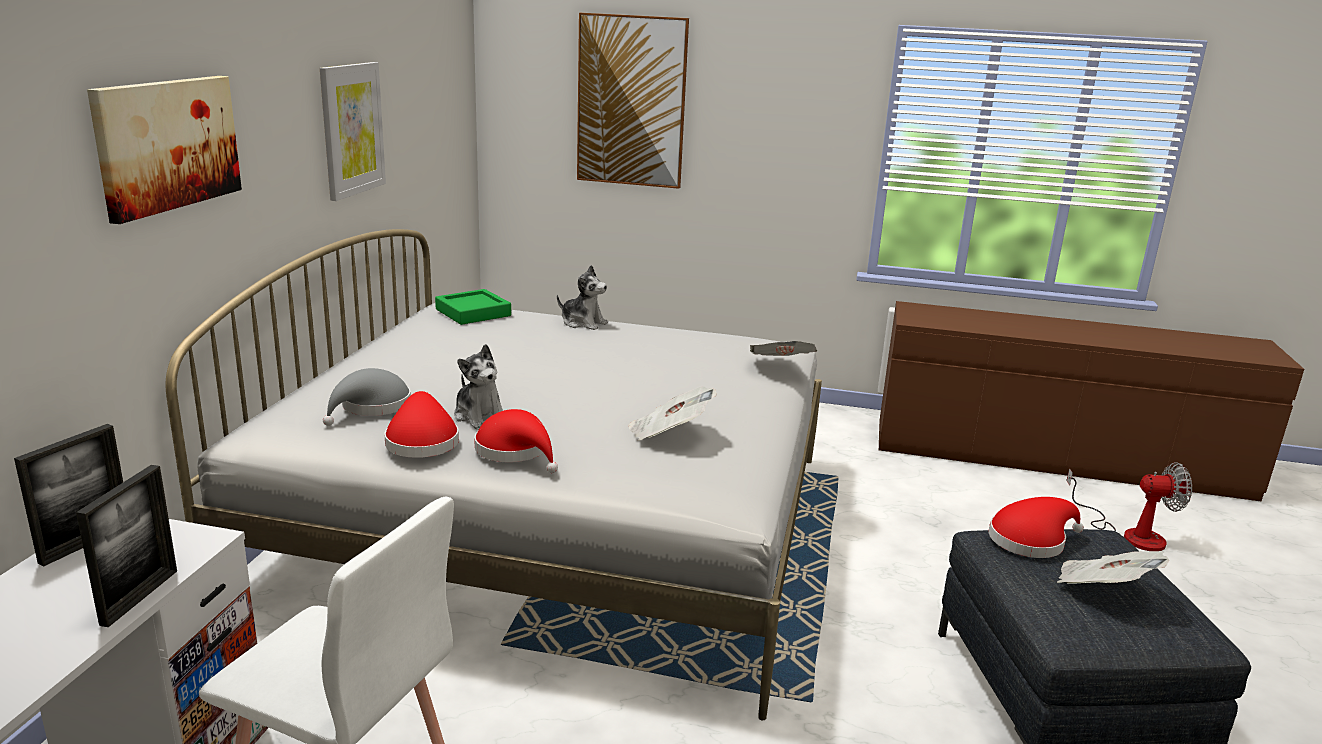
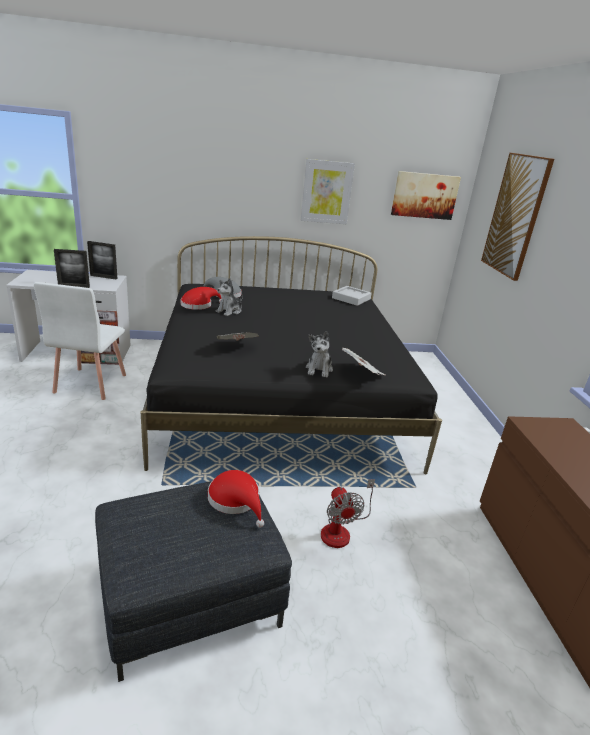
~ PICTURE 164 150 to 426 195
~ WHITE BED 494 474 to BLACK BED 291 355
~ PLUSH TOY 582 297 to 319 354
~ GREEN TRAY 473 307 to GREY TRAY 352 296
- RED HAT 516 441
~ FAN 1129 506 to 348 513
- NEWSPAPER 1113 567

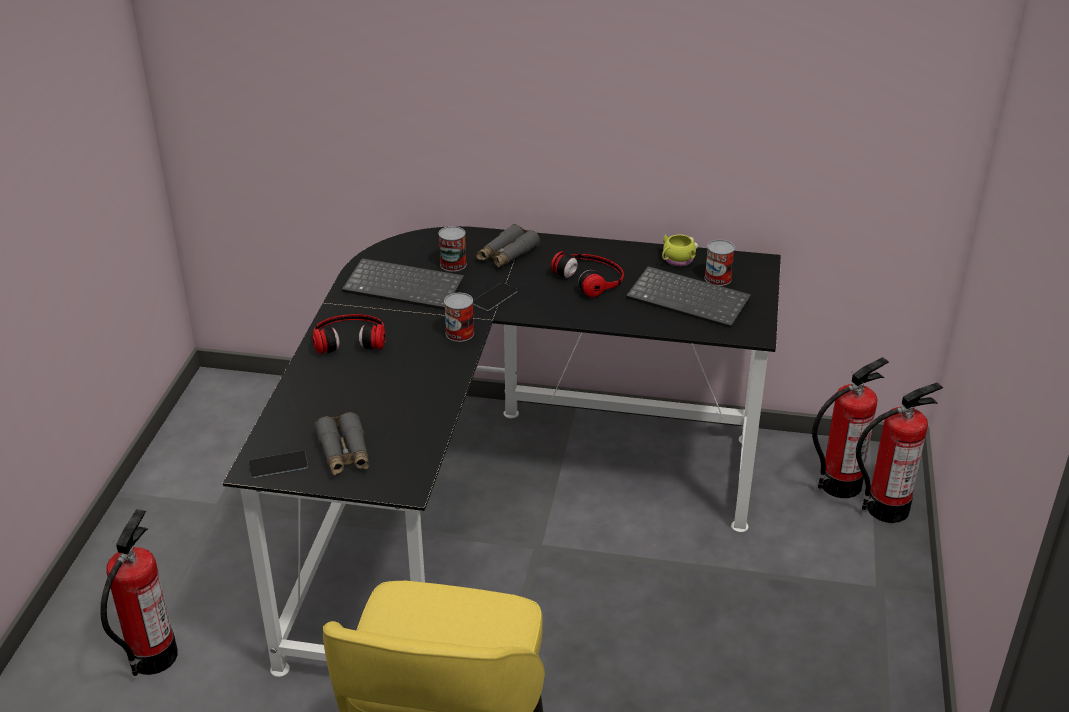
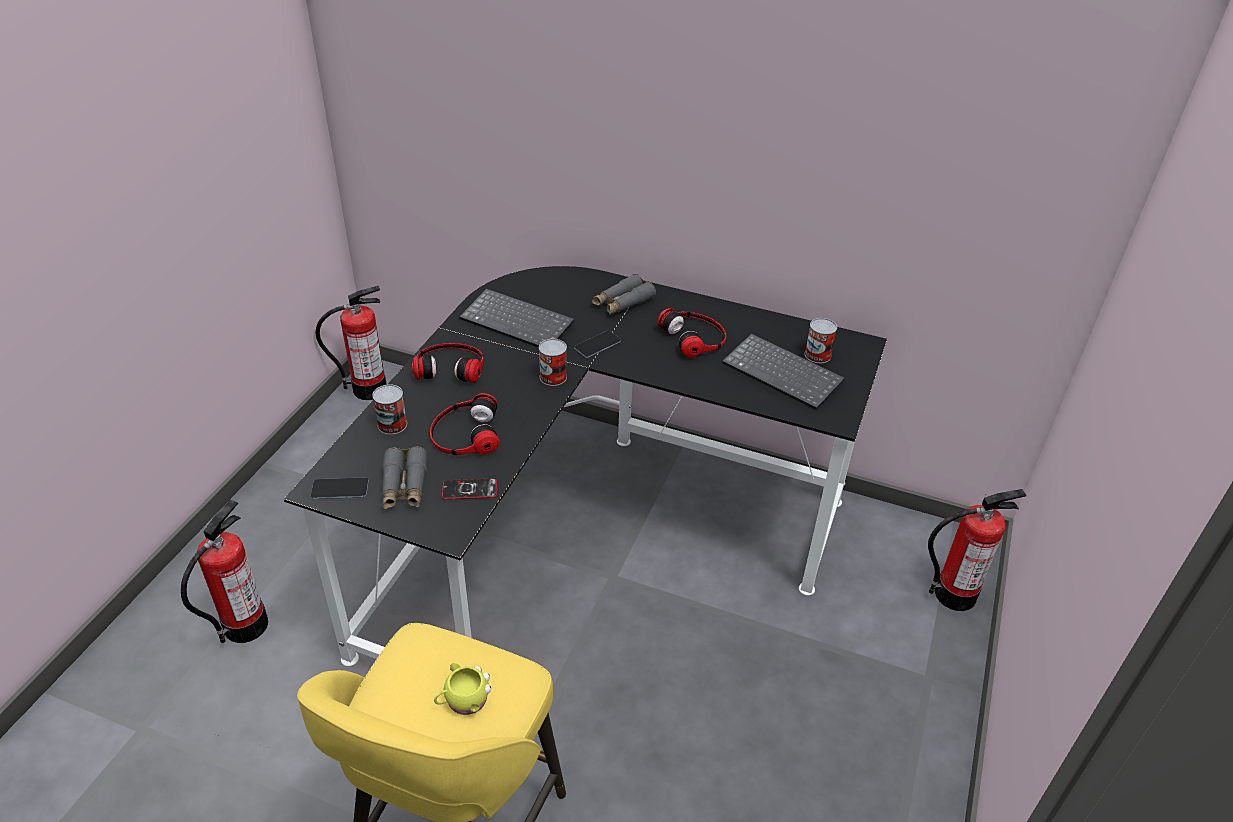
~ CAN 453 249 to 389 409
~ YELLOW MUG 680 250 to 462 689
~ FIRE EXTINGUISHER 850 427 to 351 343
+ HEADPHONES 464 424
+ PHONE 469 489

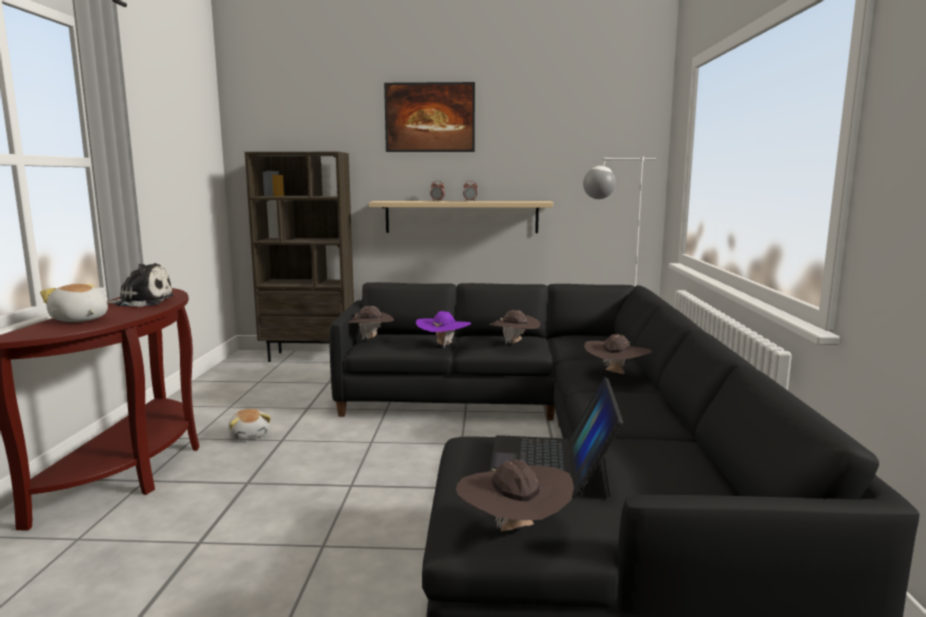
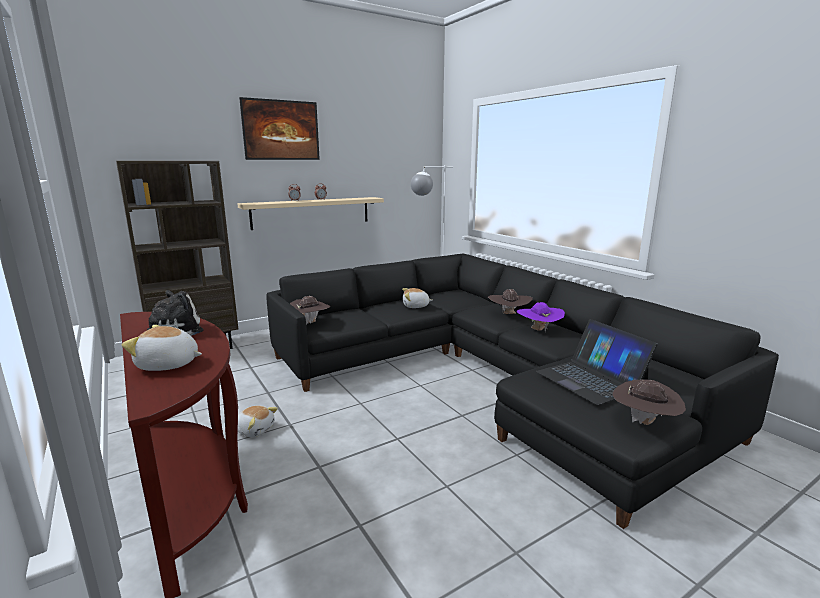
~ BROWN HAT 515 327 to PLUSH TOY 417 298
~ PURPLE HAT 443 329 to 541 317

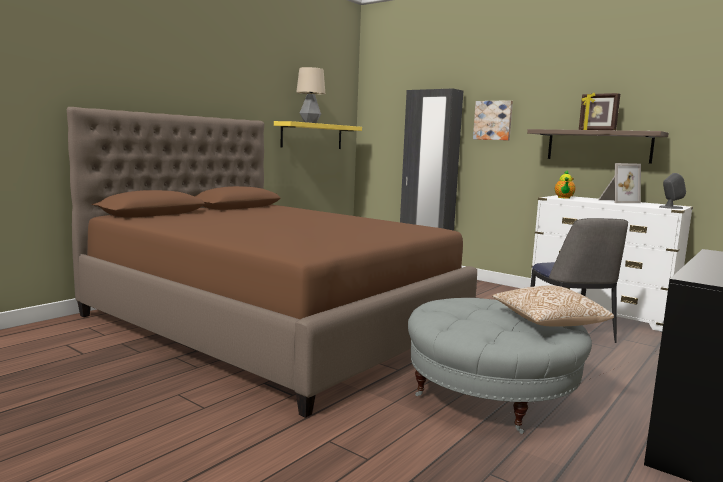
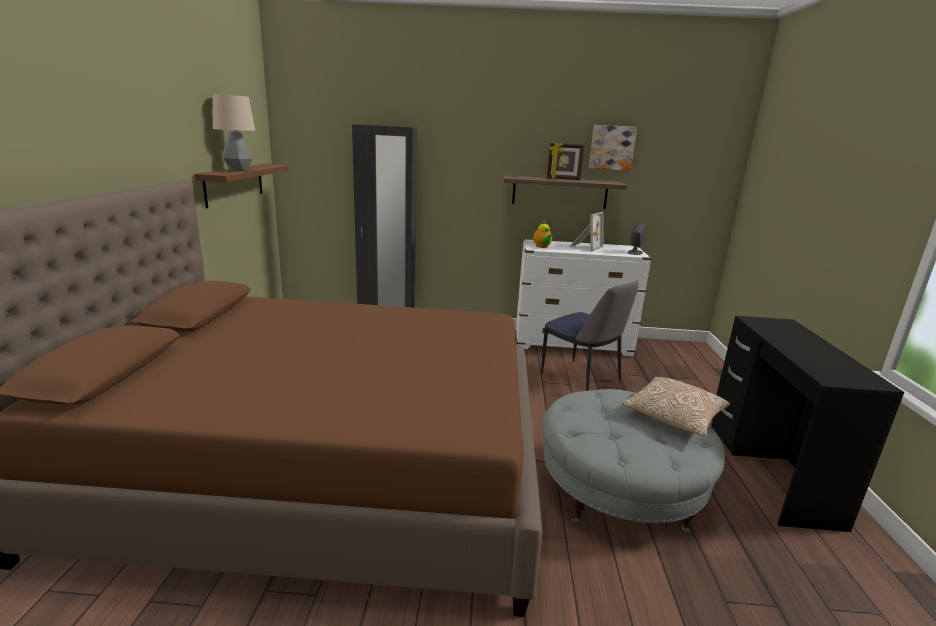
~ PICTURE 493 120 to 613 148
~ YELLOW SHELF 318 135 to BROWN SHELF 241 186

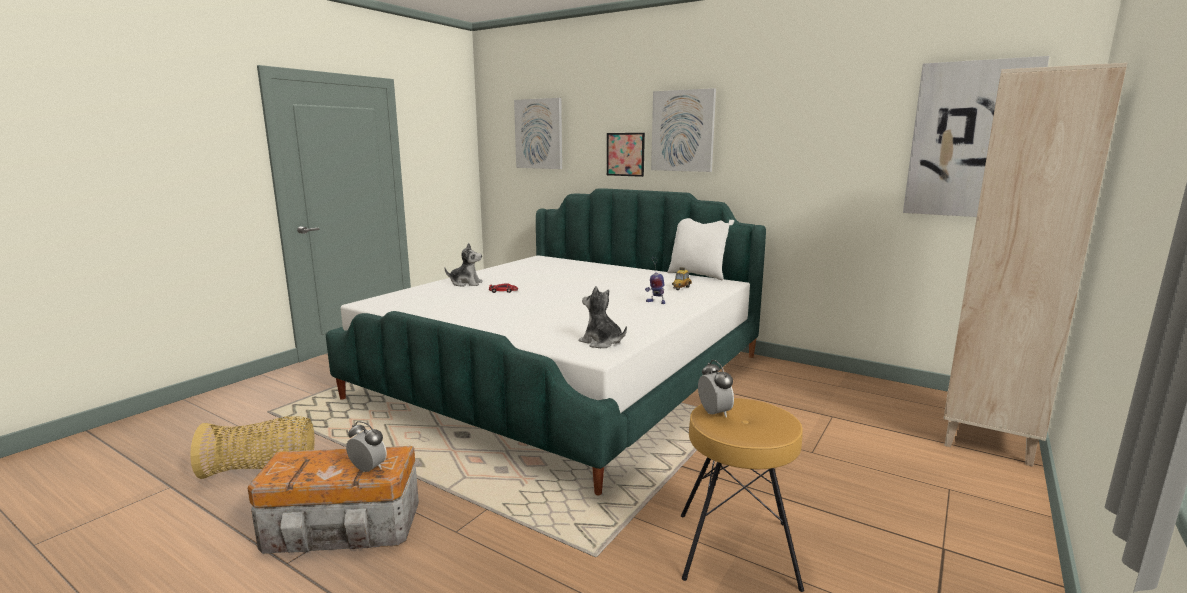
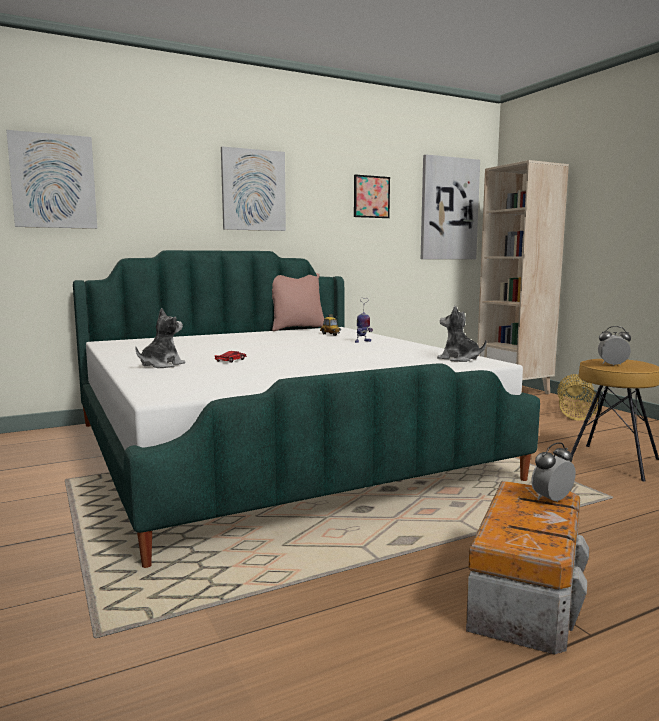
~ PICTURE 626 155 to 372 196
~ WHITE PILLOW 700 249 to PINK PILLOW 298 302
~ PLUSH TOY 603 317 = 462 334 60 degrees clockwise
~ BASKET 252 447 to 577 397

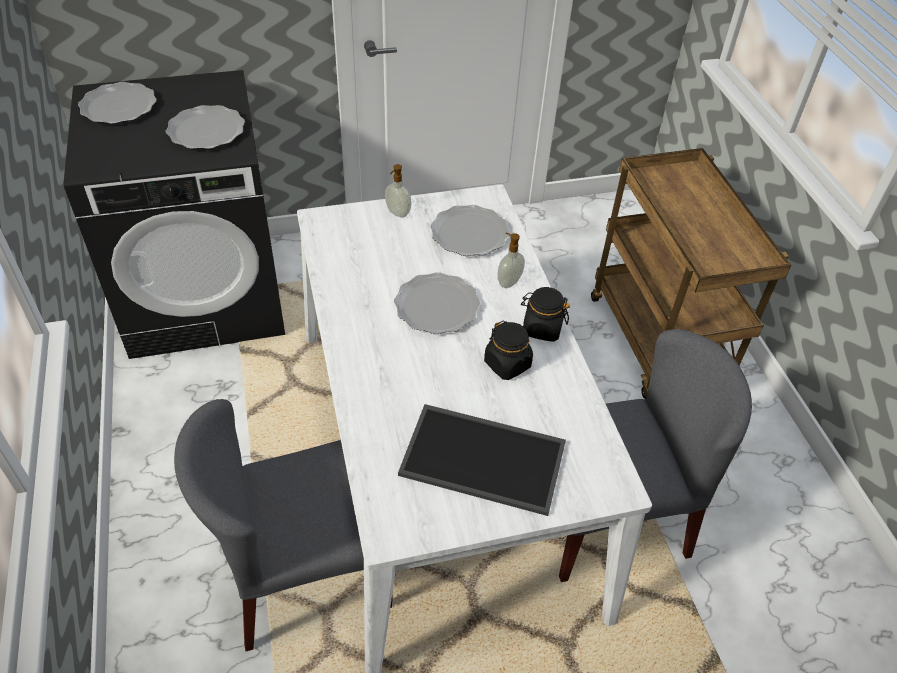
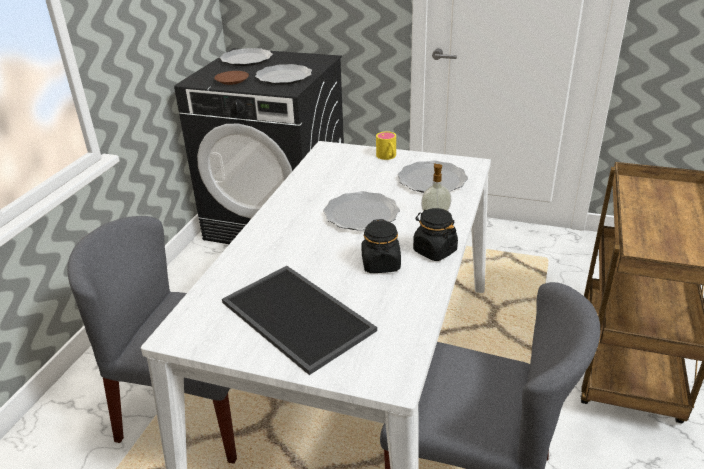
~ SOAP DISPENSER 398 190 to YELLOW MUG 386 145
+ BROWN PLATE 231 78

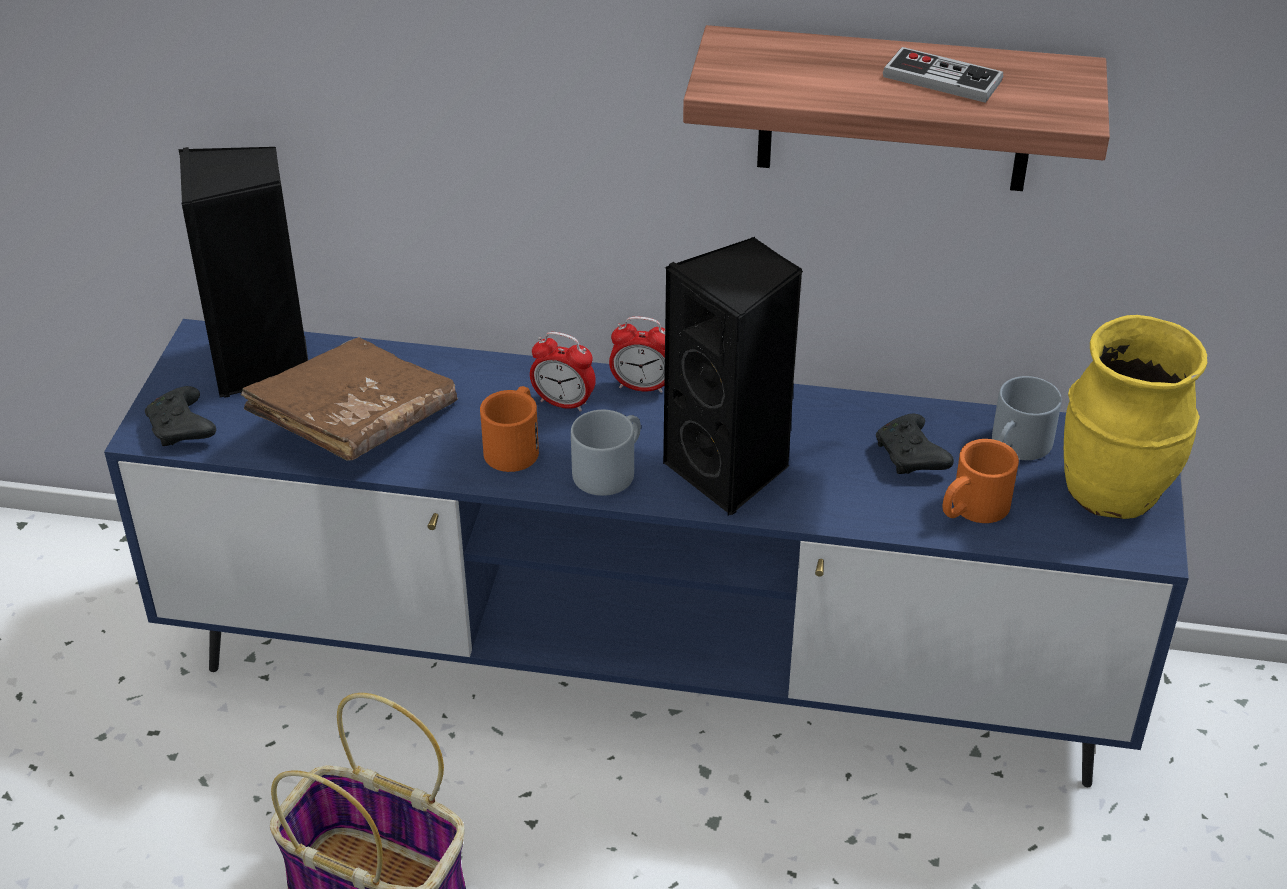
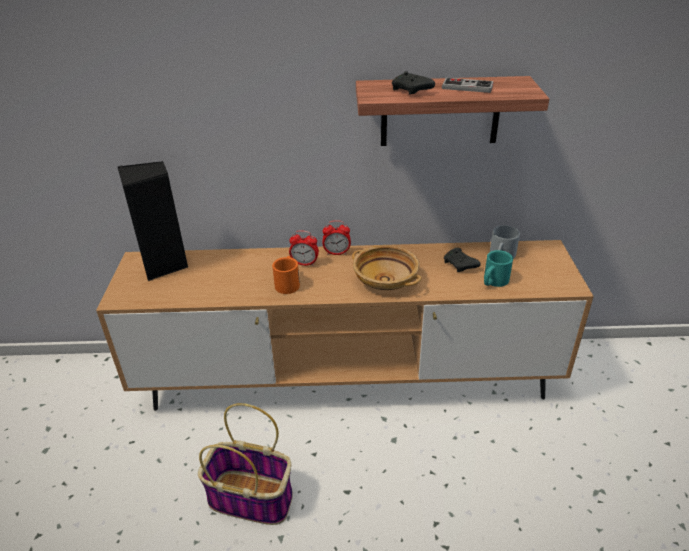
~ BLACK SPEAKER 733 376 to BEIGE BOWL 387 267
- YELLOW VASE 1135 417
~ BLUE TV STAND 646 553 to BROWN TV STAND 345 325
- BROWN BOOK 349 399
~ BLACK GAME CONTROLLER 180 416 to 413 82
- GREY MUG 606 453
~ ORANGE MUG 981 481 to TURQUOISE MUG 498 268

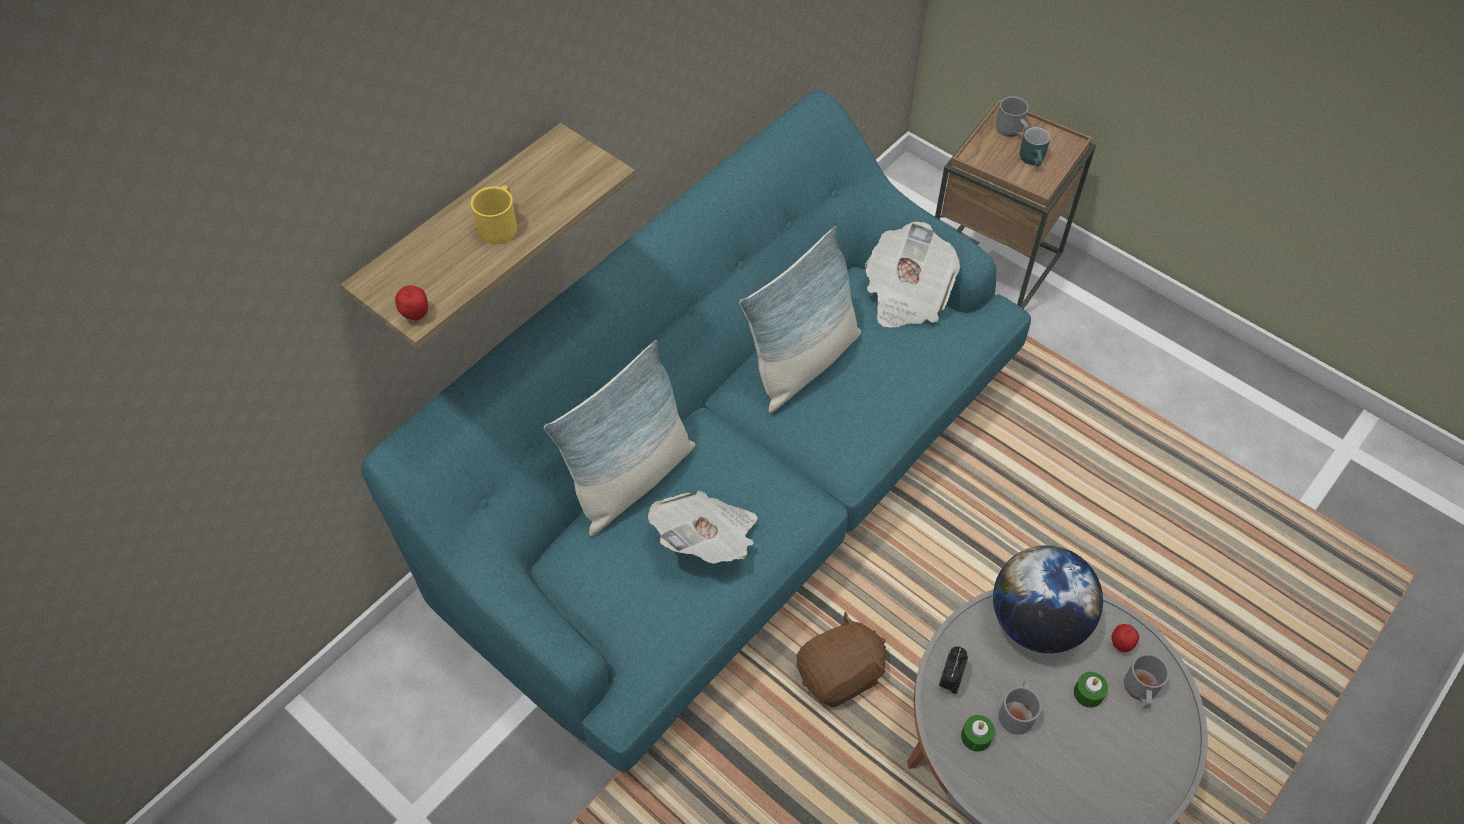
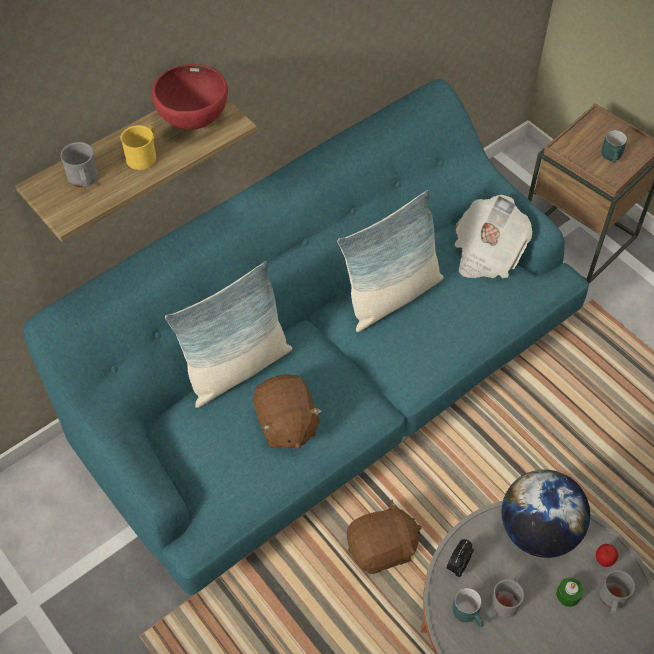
~ GREY MUG 1012 116 to 79 165
- APPLE 411 302
~ NEWSPAPER 703 527 to BROWN PLUSH TOY 287 411
~ GREEN CANDLE 978 733 to TURQUOISE MUG 468 607
+ RED BOWL 190 97

